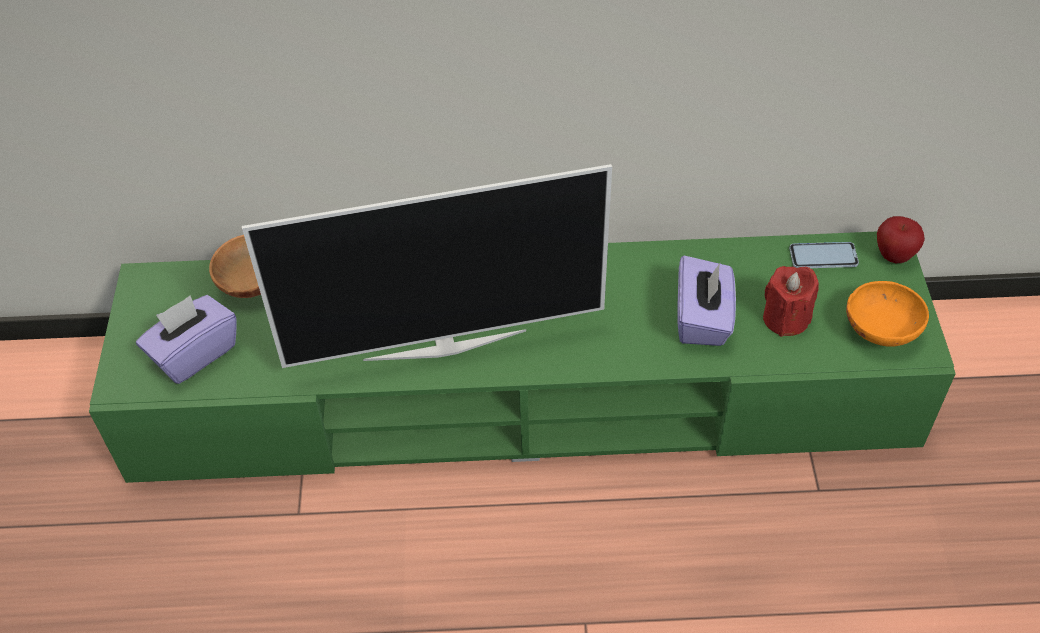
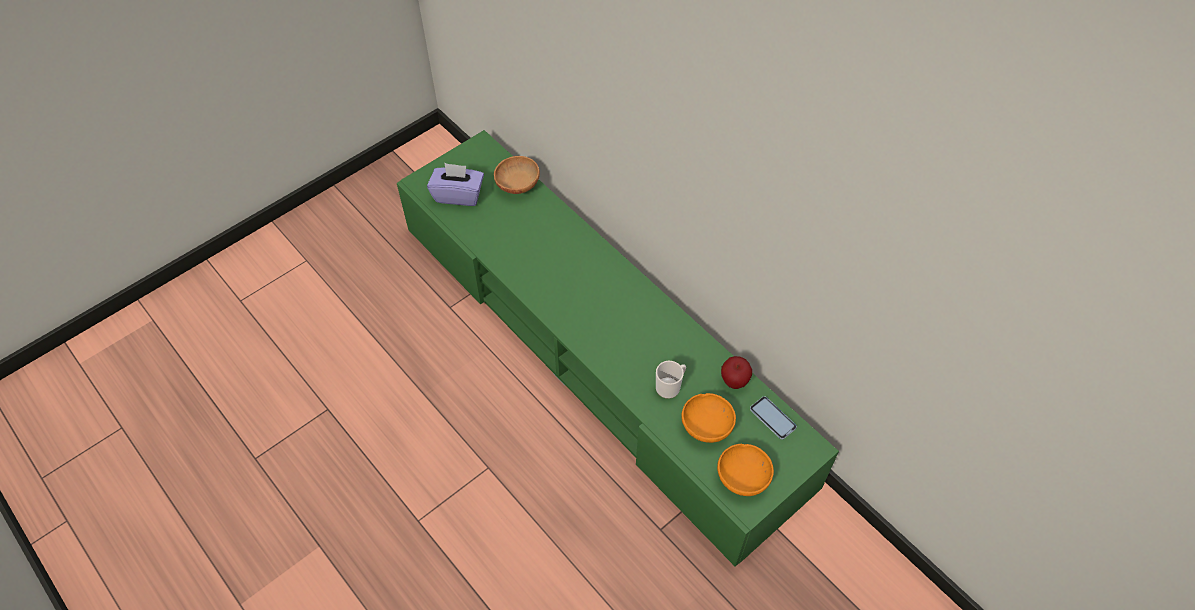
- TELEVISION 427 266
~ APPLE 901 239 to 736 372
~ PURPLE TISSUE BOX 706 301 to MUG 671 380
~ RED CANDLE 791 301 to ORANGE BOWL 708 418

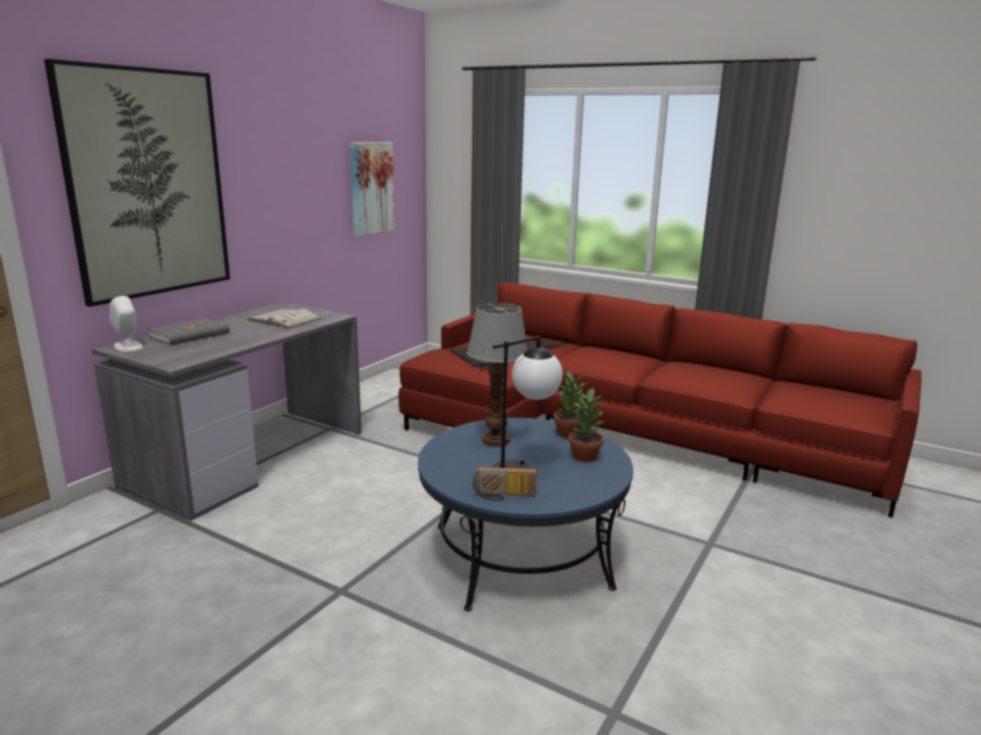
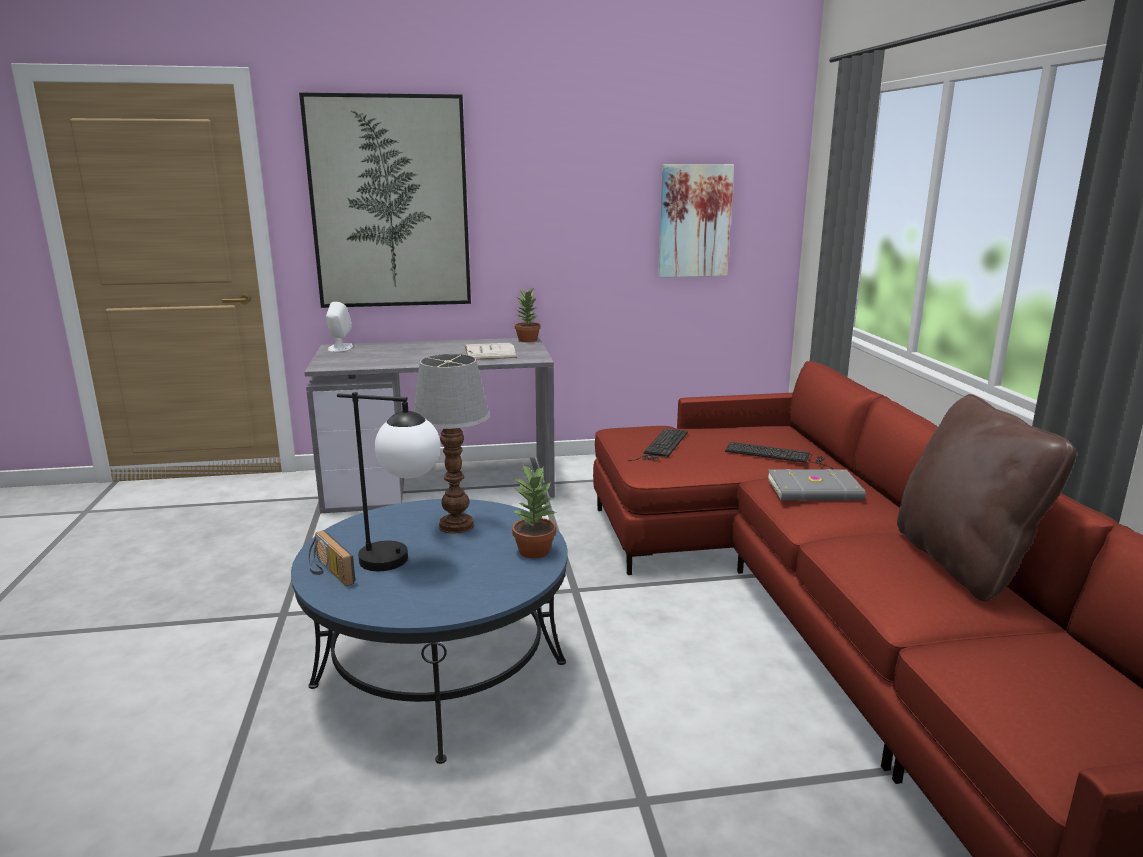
~ GREY BOOK 189 332 to 816 485
~ POTTED PLANT 587 425 to 528 314
+ BROWN PILLOW 986 498

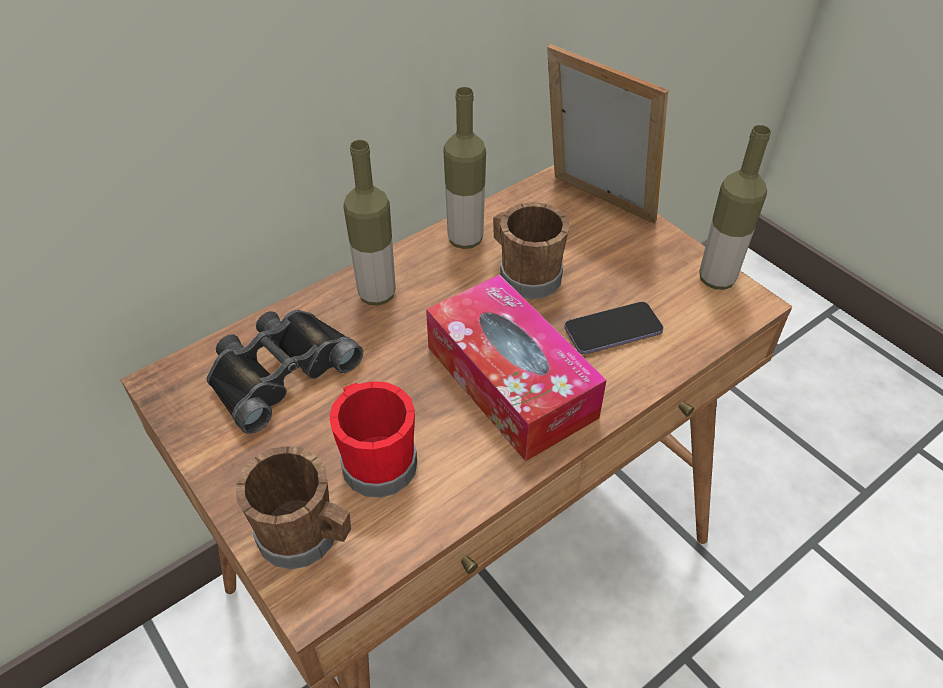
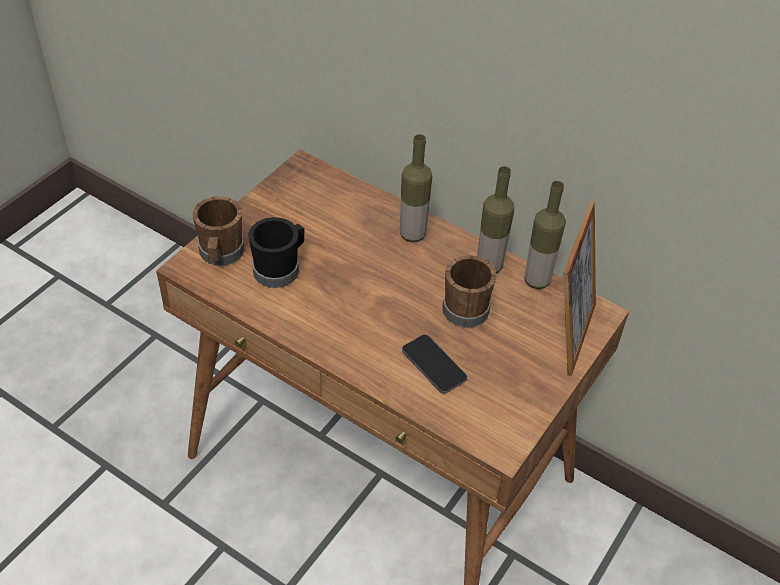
~ BOTTLE 735 207 to 545 235
- TISSUE BOX 516 367
- BLACK BINOCULARS 285 372
~ RED MUG 373 439 to BLACK MUG 276 252

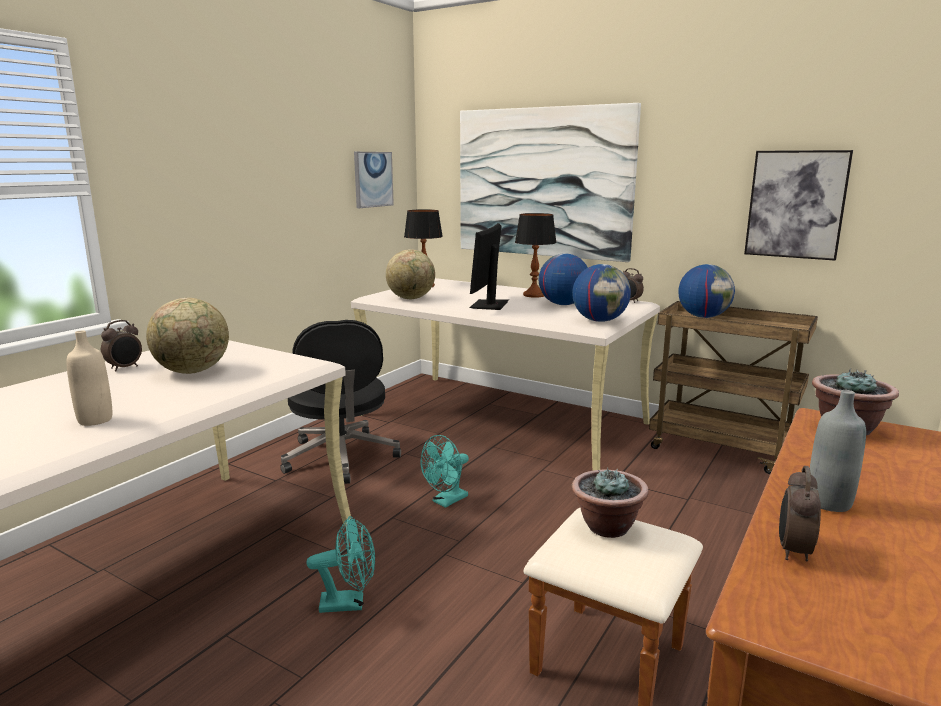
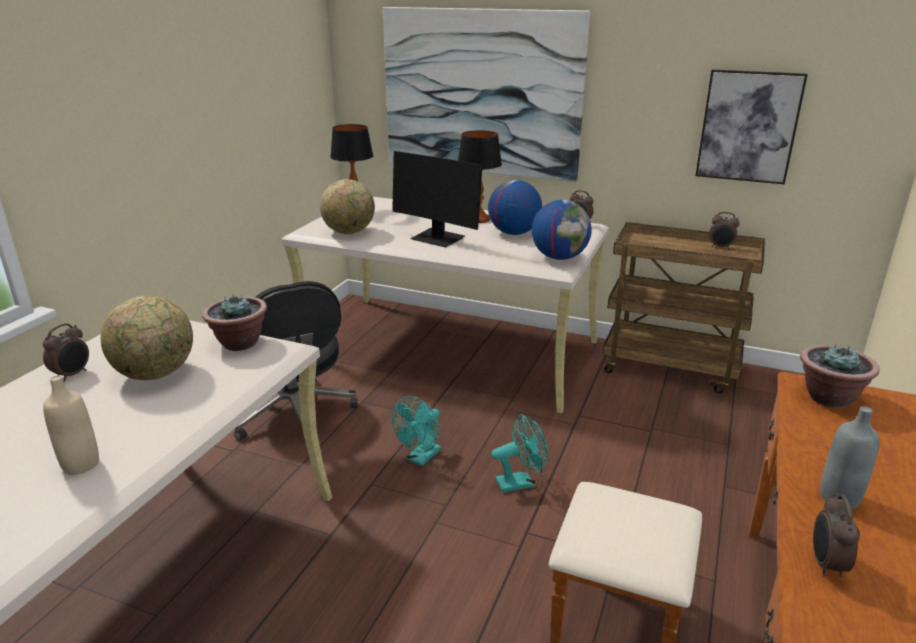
- PICTURE 374 180
~ MONITOR 489 266 = 437 199 60 degrees counterclockwise
- GLOBE 706 291
~ POTTED PLANT 610 503 to 234 322
~ TURQUOISE FAN 340 564 to 520 453
+ ALARM CLOCK 724 230

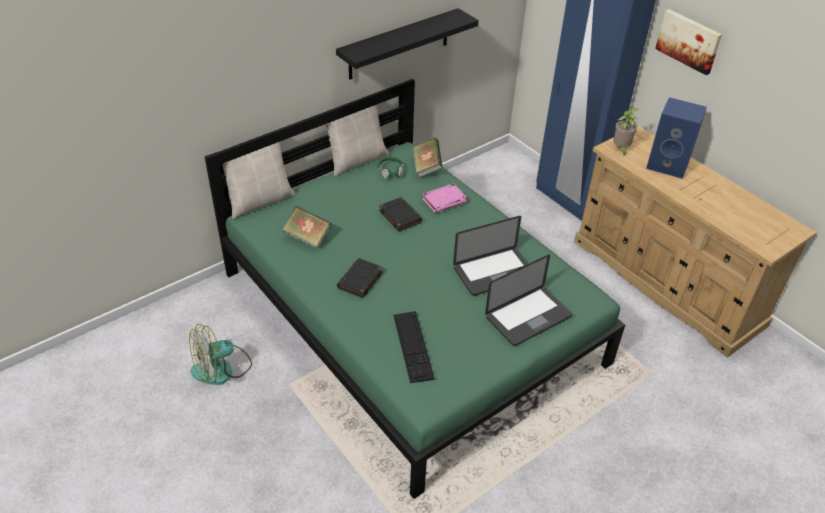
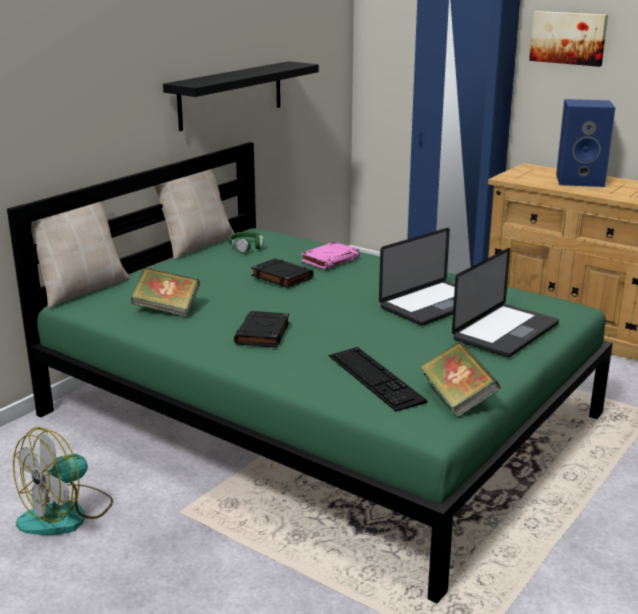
- POTTED PLANT 626 131
~ BOOK 428 157 to 460 379

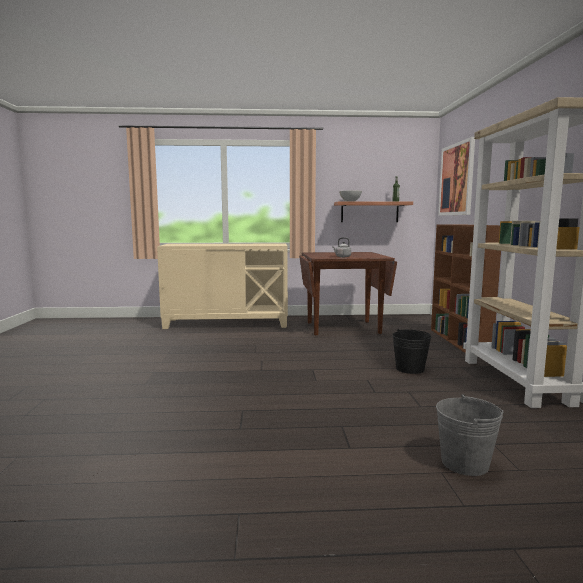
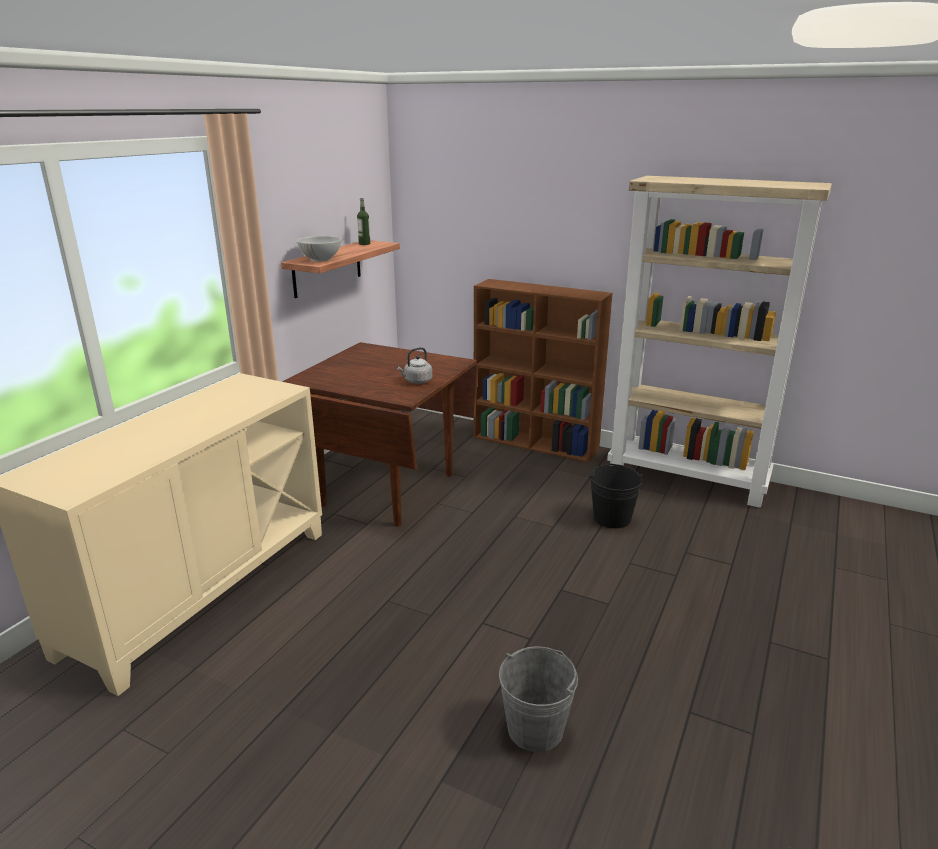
- PICTURE 456 176
~ GREY BUCKET 470 435 to 538 699

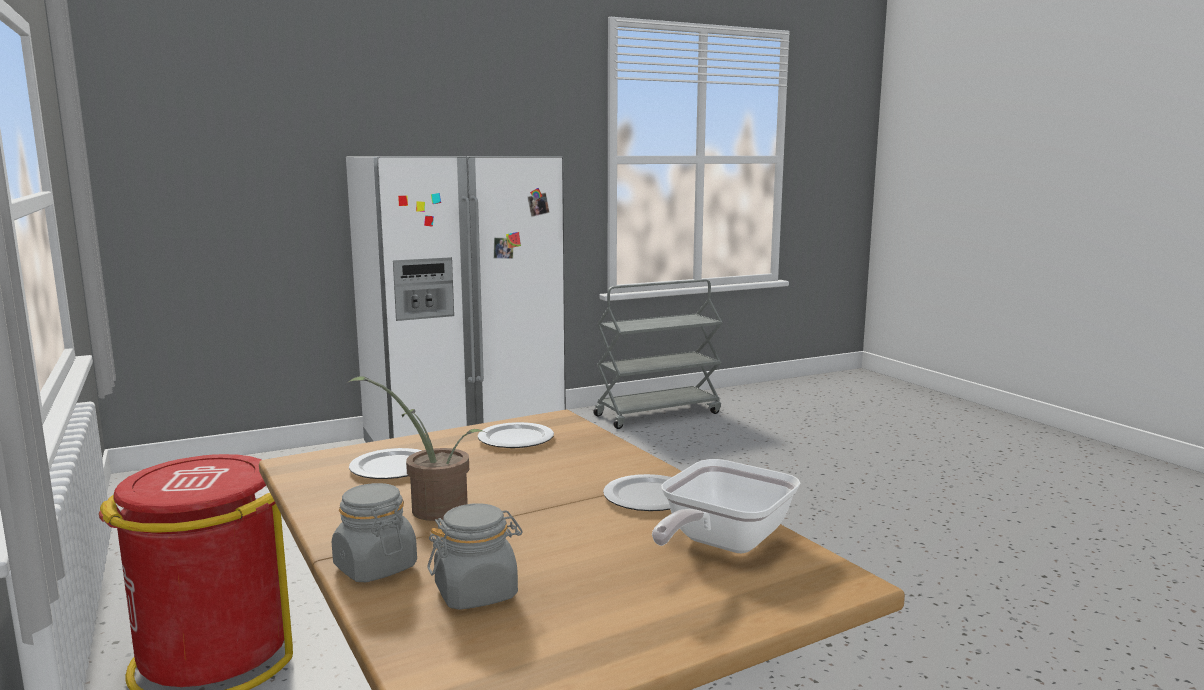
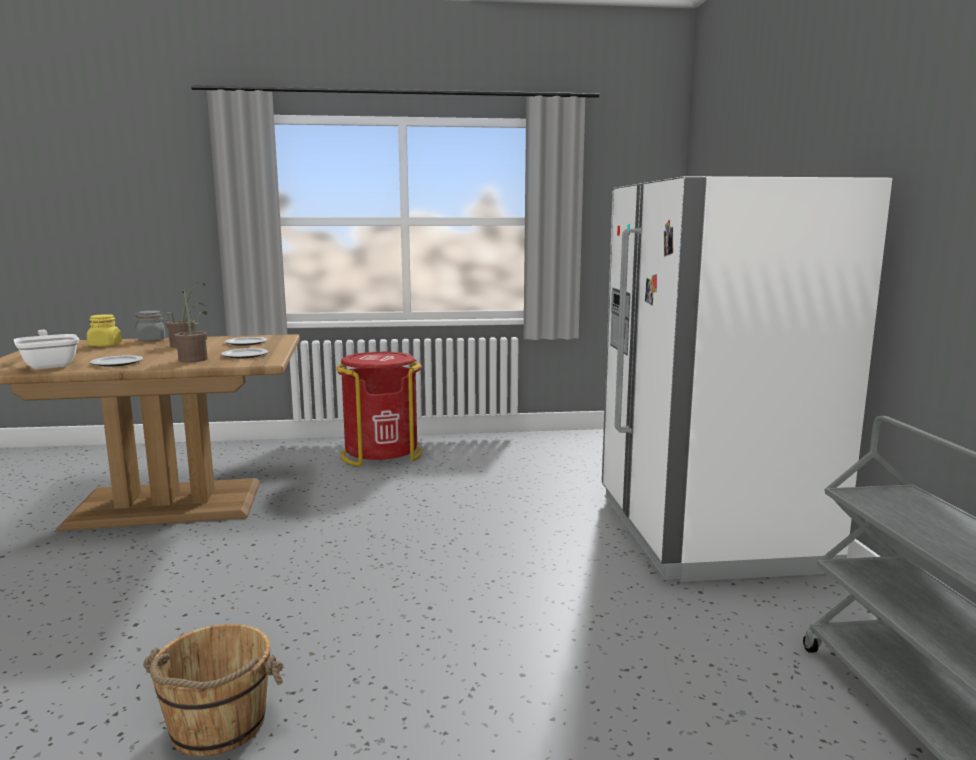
~ GREY JAR 475 556 to YELLOW JAR 104 330
+ POTTED PLANT 191 326
+ BROWN BUCKET 213 690

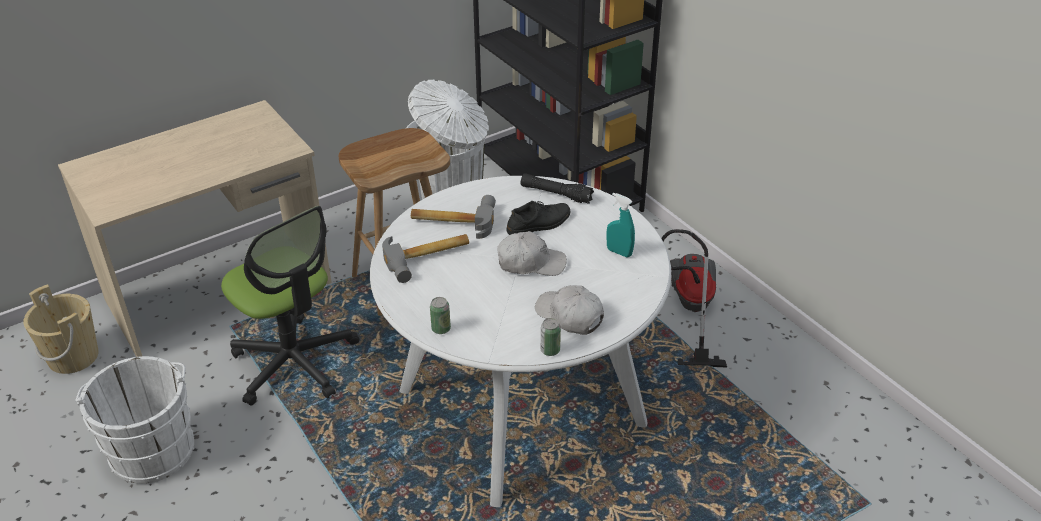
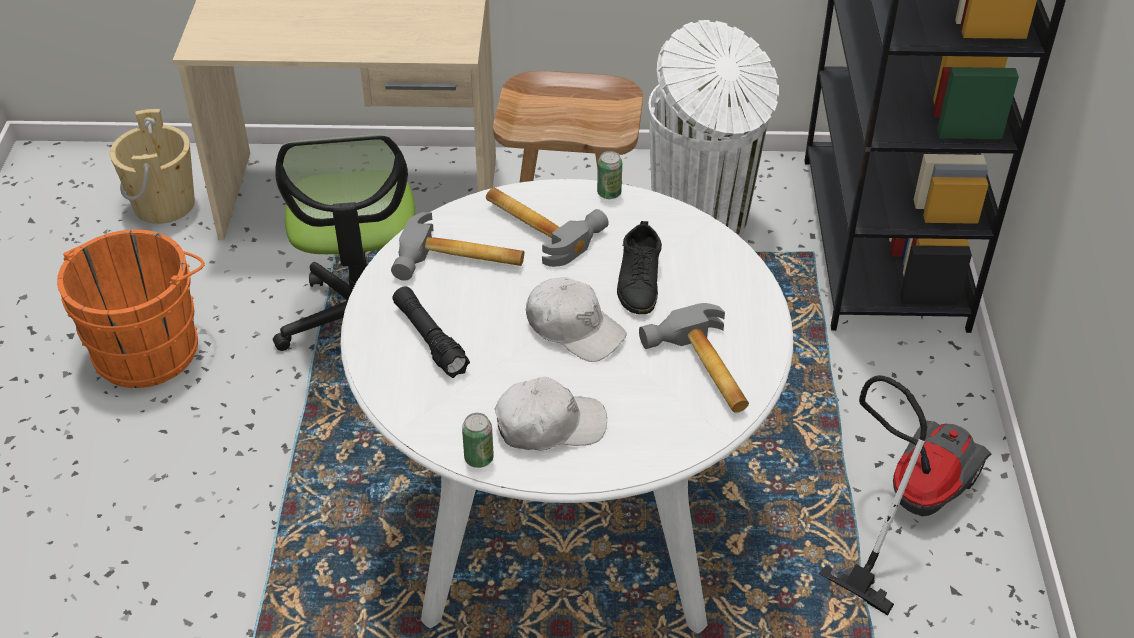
~ BLACK FLASHLIGHT 557 188 to 431 332
~ TURQUOISE SPRAY BOTTLE 620 225 to HAMMER 694 358
~ BLACK SHOE 538 218 = 639 267 90 degrees clockwise
~ WHITE CAP 569 310 = 551 413 90 degrees clockwise
~ CAN 440 315 to 609 175
~ WHITE BUCKET 134 420 to ORANGE BUCKET 131 309

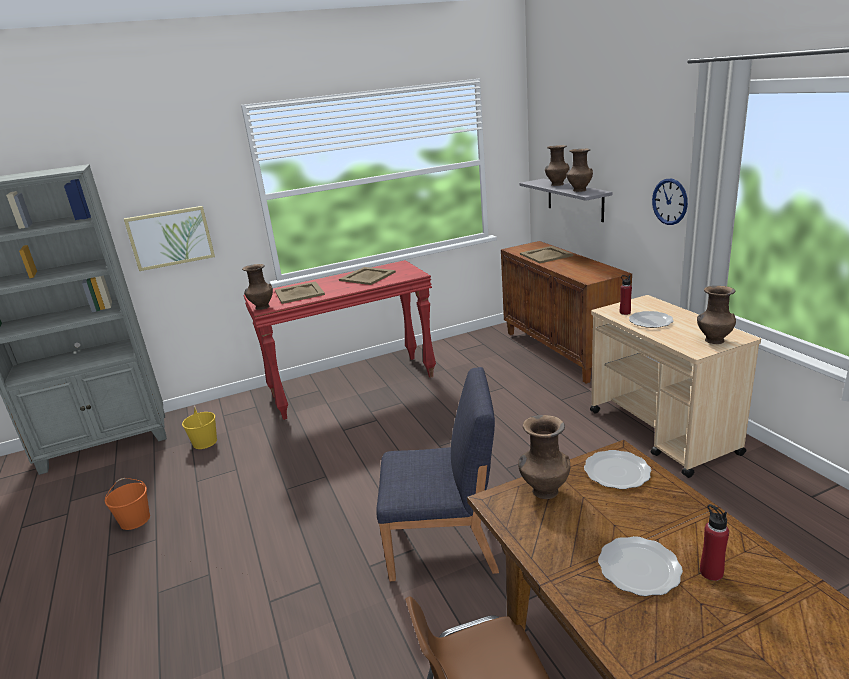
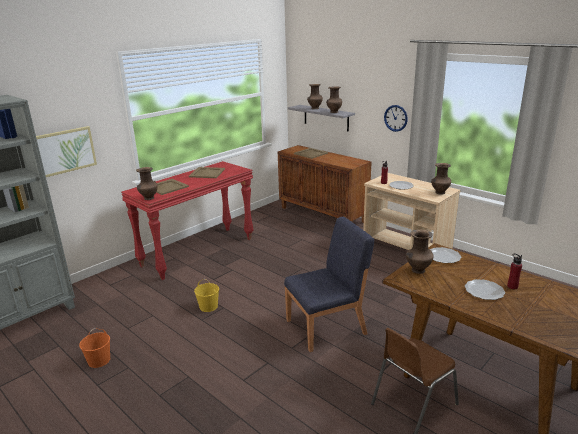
~ YELLOW BUCKET 199 427 to 206 295

